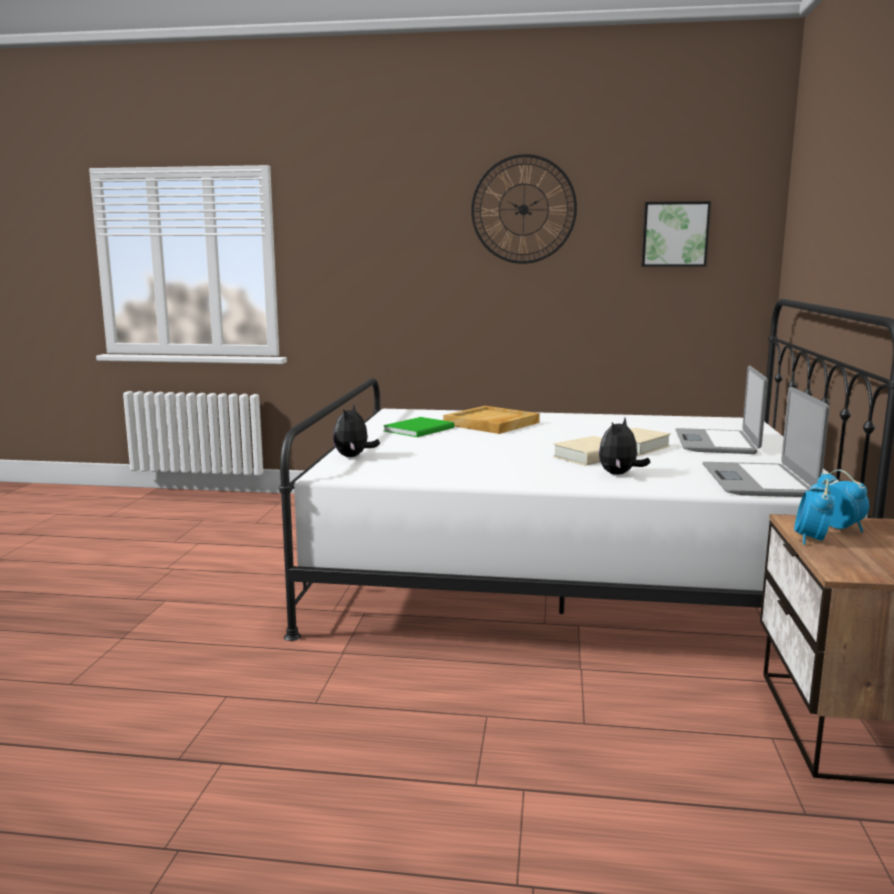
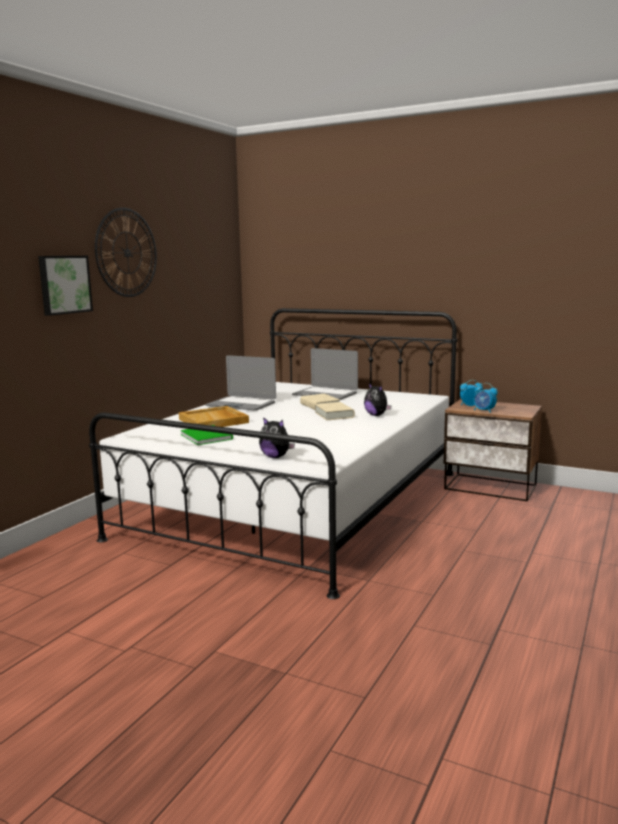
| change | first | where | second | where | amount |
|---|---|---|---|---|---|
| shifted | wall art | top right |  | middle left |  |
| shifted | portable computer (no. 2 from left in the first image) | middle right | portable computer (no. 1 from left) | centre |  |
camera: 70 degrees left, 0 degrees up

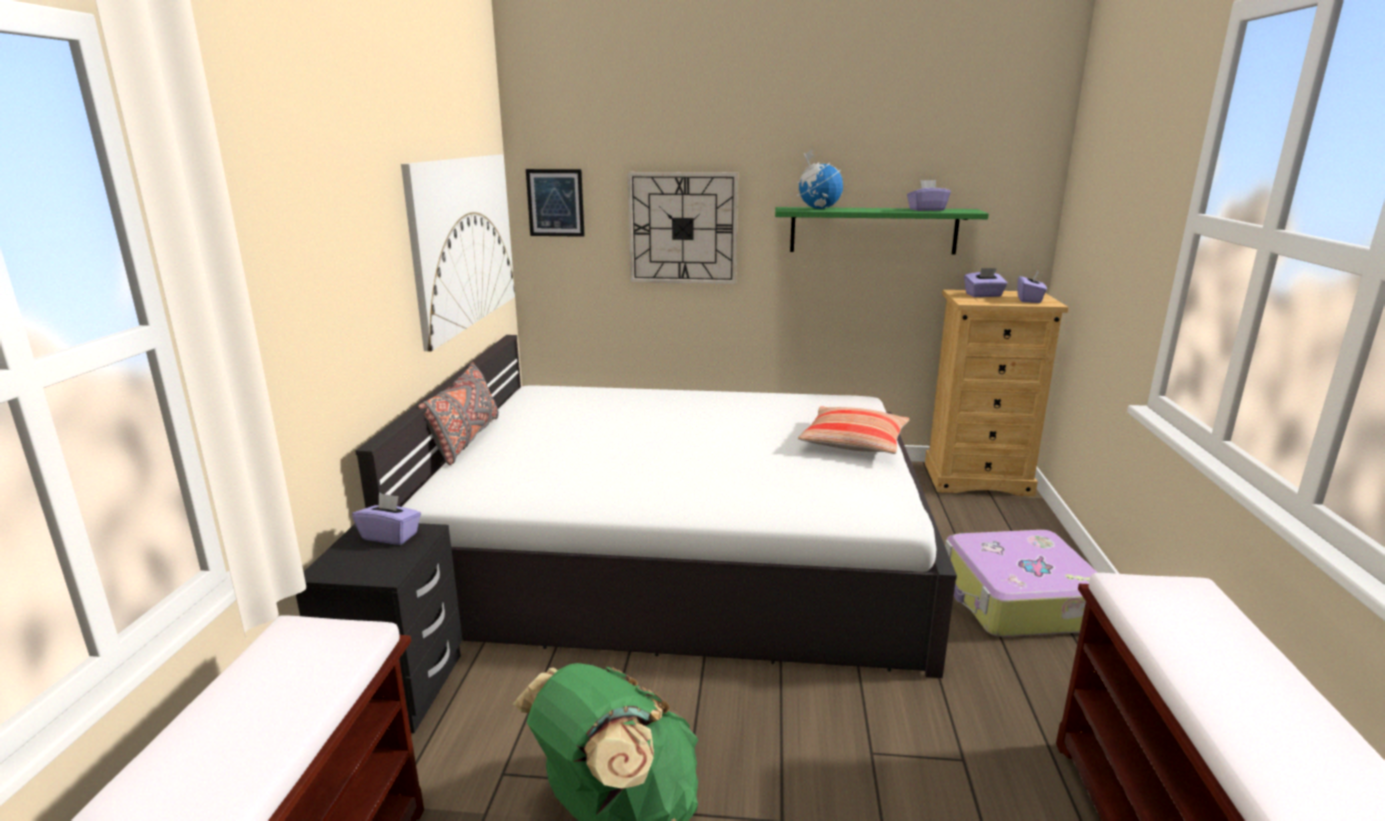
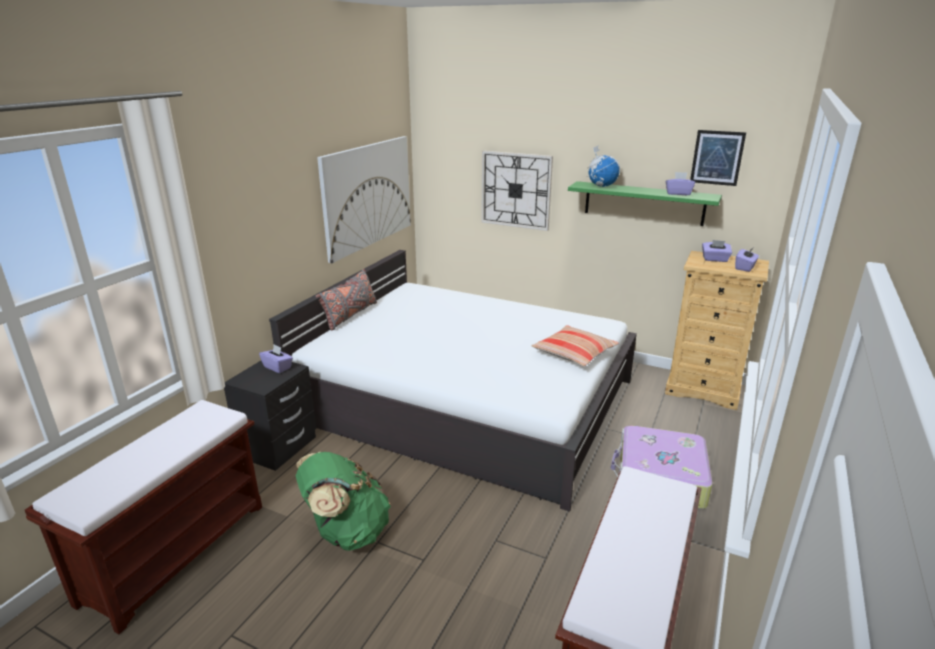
| change | first | where | second | where | amount |
|---|---|---|---|---|---|
| shifted | wall art (no. 2 from left) | top centre |  | top right |  |
camera: 20 degrees right, 5 degrees up

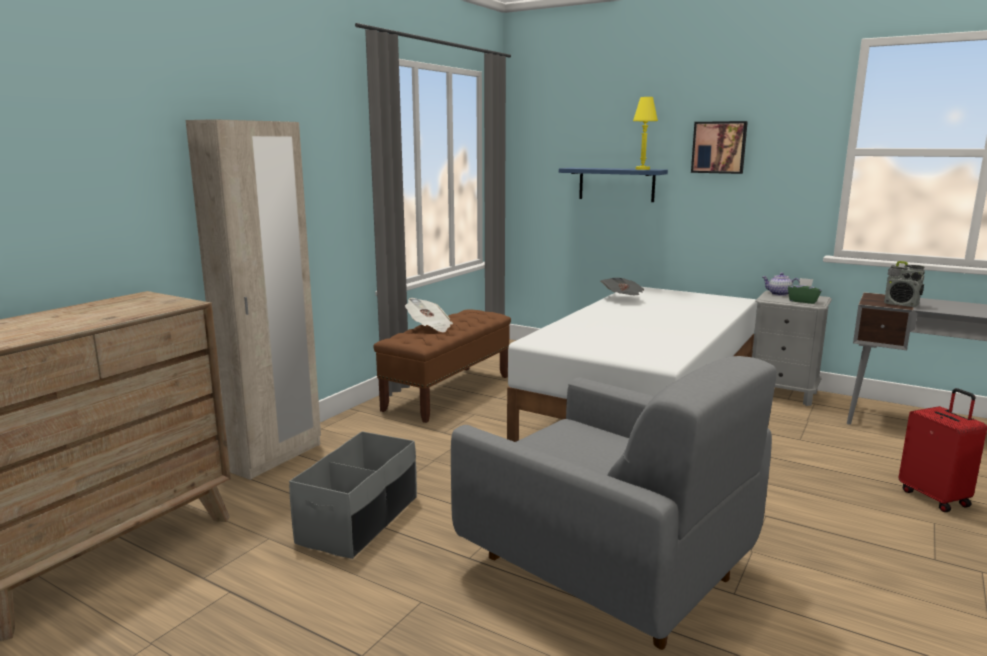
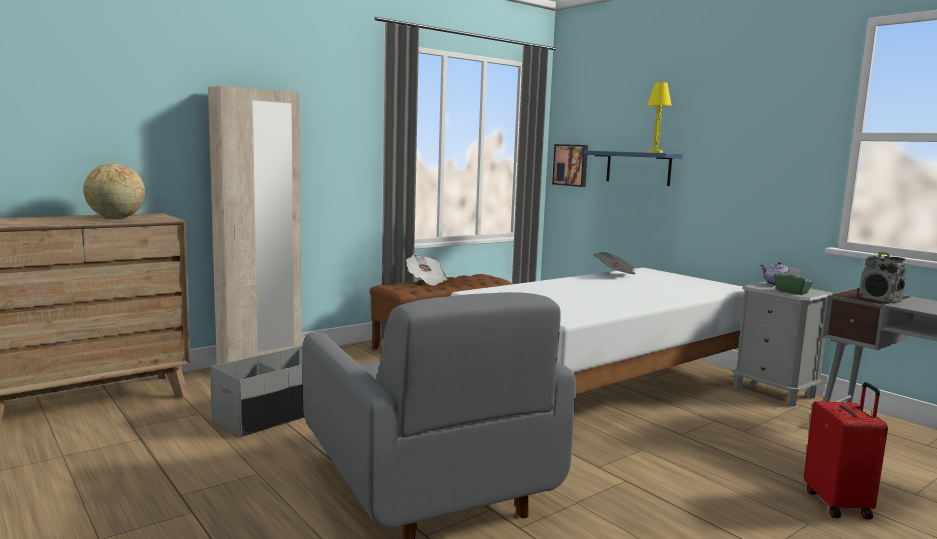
| change | first | where | second | where | amount |
|---|---|---|---|---|---|
| new |  |  | desk globe | middle left |  |
| shifted | wall art | top right |  | top centre |  |
camera: 20 degrees right, 5 degrees down

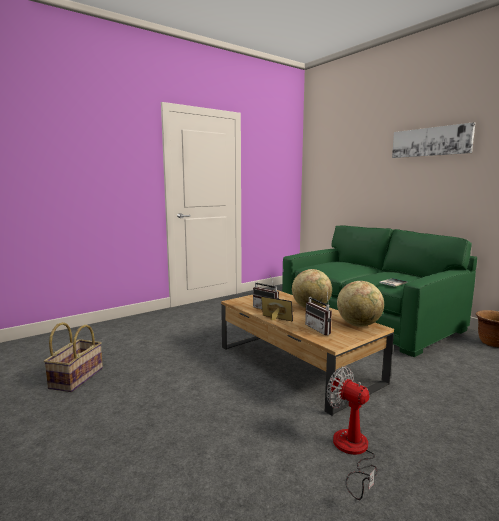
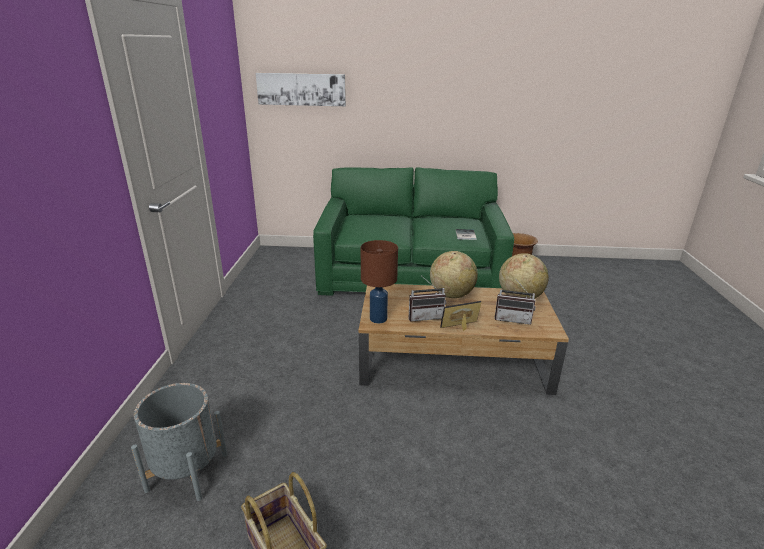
| change | first | where | second | where | amount |
|---|---|---|---|---|---|
| gone | cooling fan | bottom right |  |  |  |
| new |  |  | flower pot (gray) | bottom left |  |
| new |  |  | lamp for a table (brownish) | centre |  |
| shifted | wall art | top right |  | top centre |  |
camera: 50 degrees left, 15 degrees up

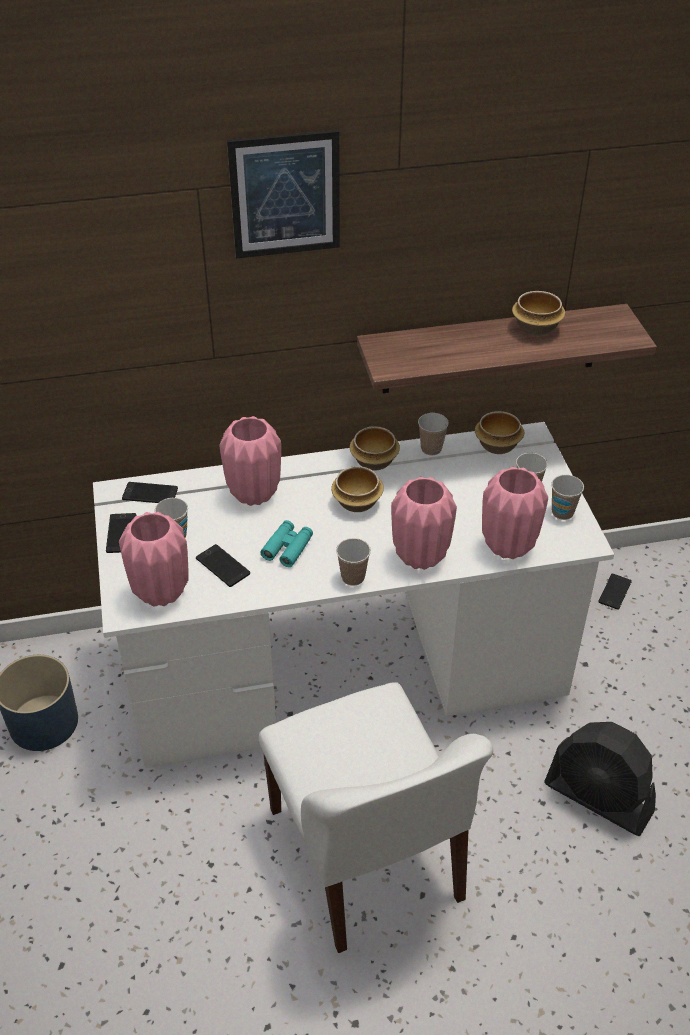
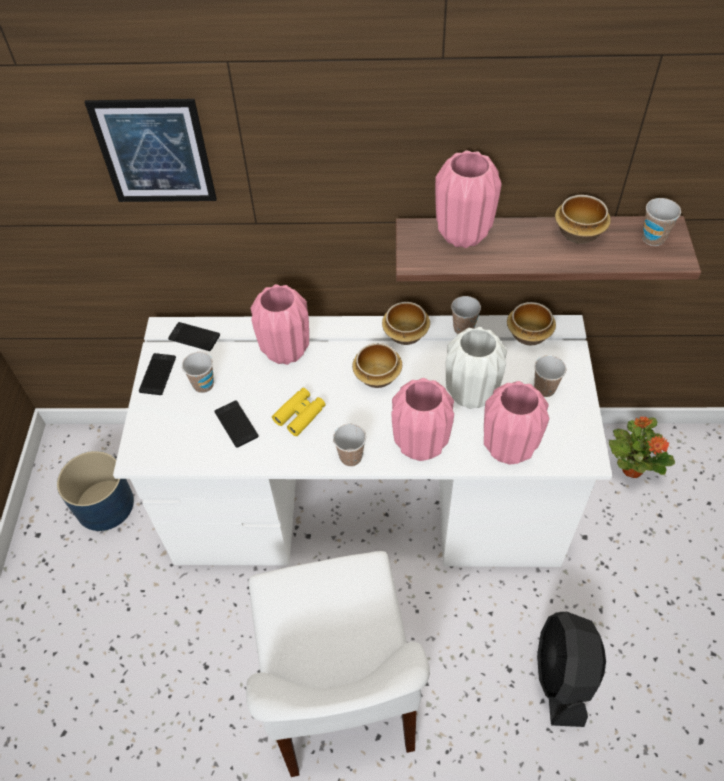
| change | first | where | second | where | amount |
|---|---|---|---|---|---|
| new |  |  | flower vase (white-coloured) | centre |  |
| shifted | flower vase (pink) (no. 1 from left in the first image) | middle left | flower vase (pink) (no. 3 from left) | top centre |  |
| shifted | wall art | top centre |  | top left |  |
| shifted | cup (no. 5 from left) | middle right |  | top right |  |
| swapped | phone (no. 4 from left) | middle right | plant in a pot | middle right |  |
| repainted | binoculars (blue-green) | centre | binoculars (yellowish) | centre |  |
| rotated | cooling fan (black-coloured) | bottom right |  | bottom right | 45 degrees clockwise |
camera: 15 degrees right, 10 degrees up

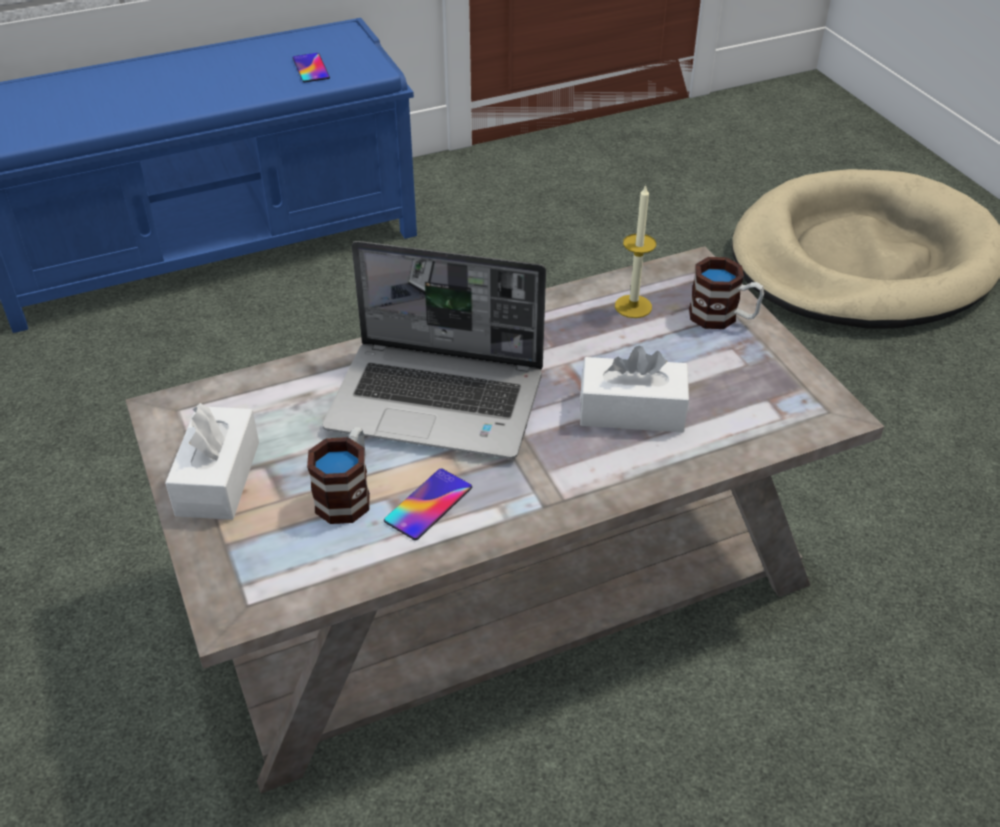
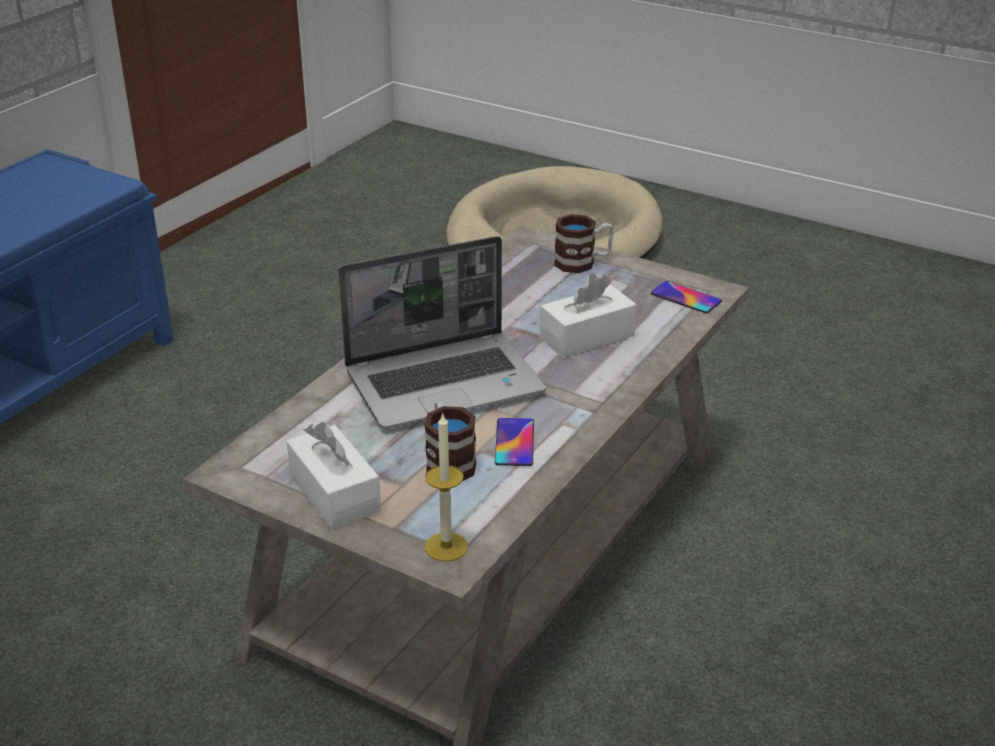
| change | first | where | second | where | amount |
|---|---|---|---|---|---|
| shifted | phone (no. 1 from left in the first image) | top left | phone (no. 2 from left) | middle right |  |
| shifted | wax light | top centre |  | centre |  |
camera: 35 degrees left, 10 degrees down

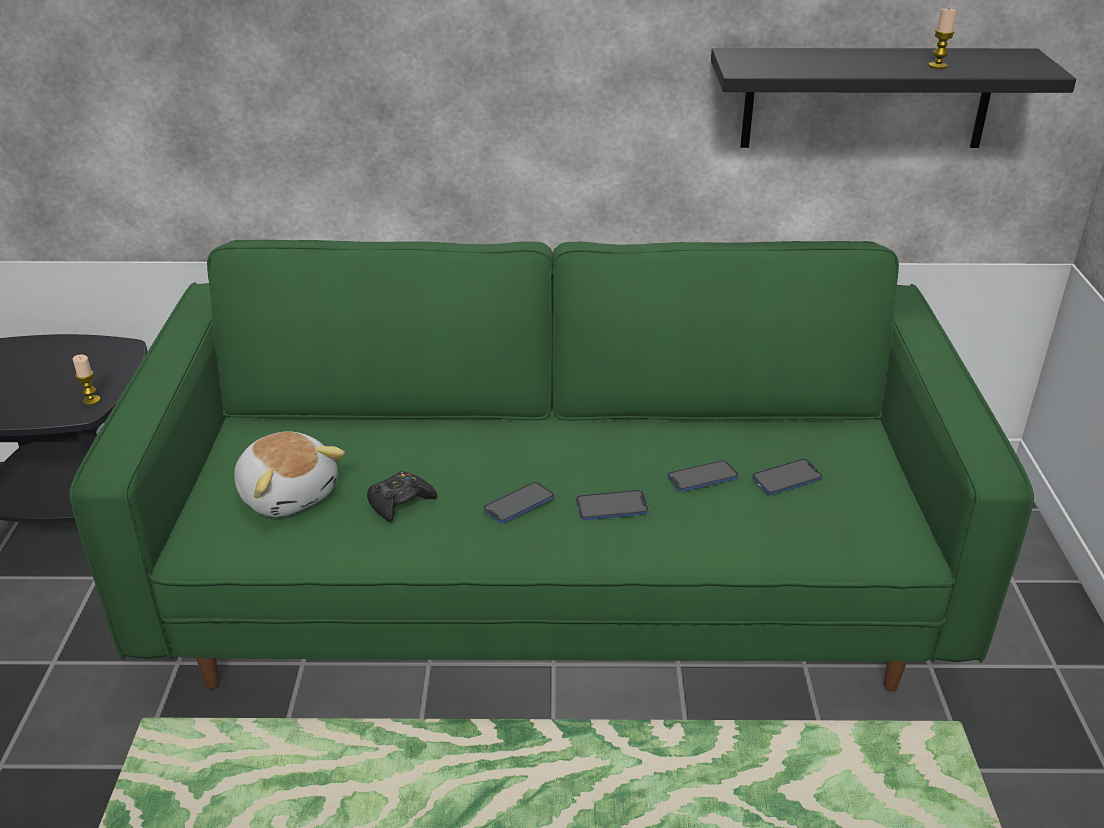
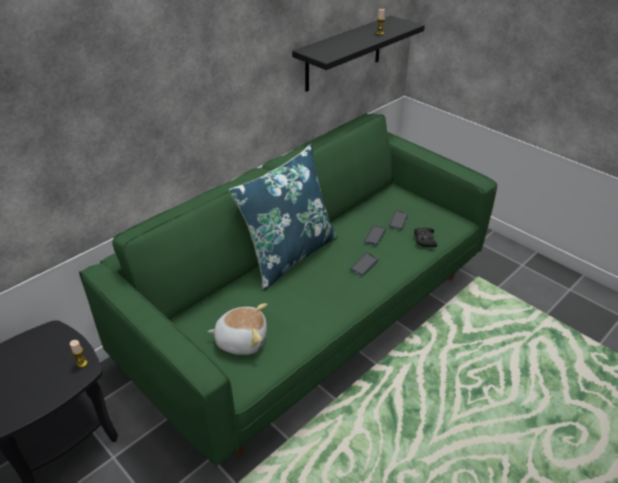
| change | first | where | second | where | amount |
|---|---|---|---|---|---|
| gone | phone (no. 1 from left) | centre |  |  |  |
| new |  |  | throw pillow (blue-coloured) | centre |  |
| shifted | gamepad (black-coloured) | centre |  | middle right |  |
camera: 45 degrees left, 5 degrees up

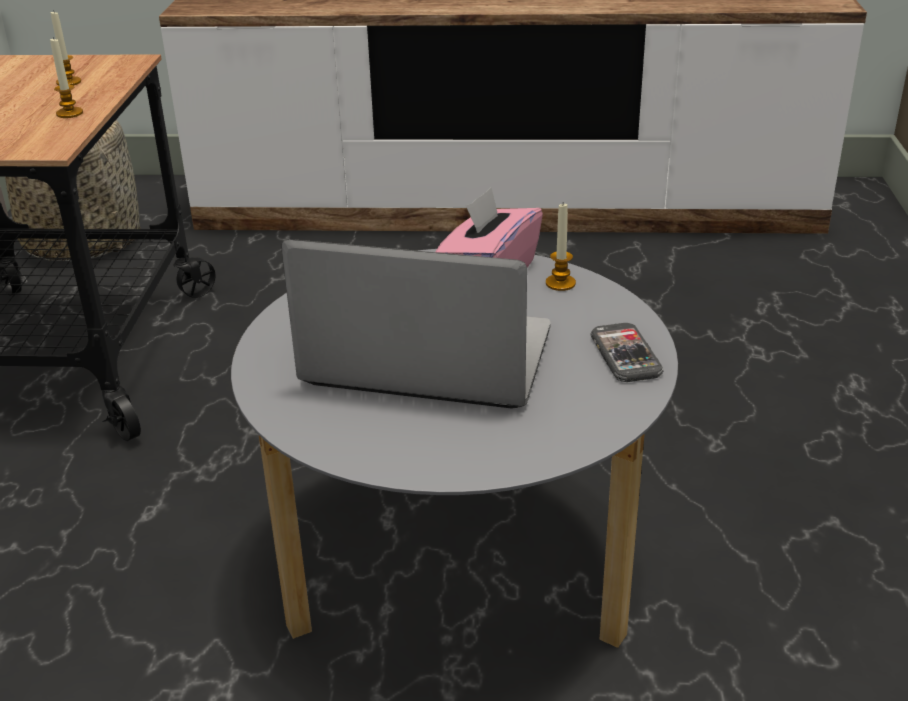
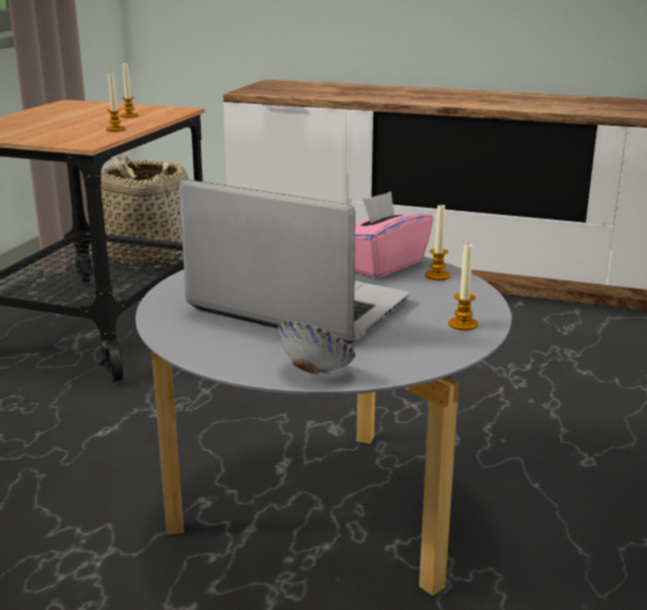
| change | first | where | second | where | amount |
|---|---|---|---|---|---|
| new |  |  | serving bowl | centre |  |
| swapped | phone | middle right | wax light (no. 4 from left) | middle right |  |
camera: 15 degrees right, 10 degrees down

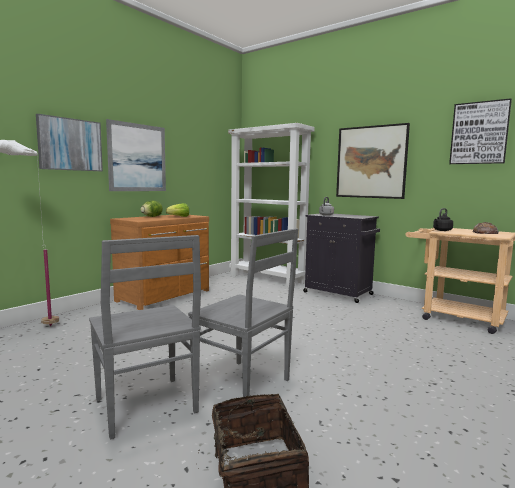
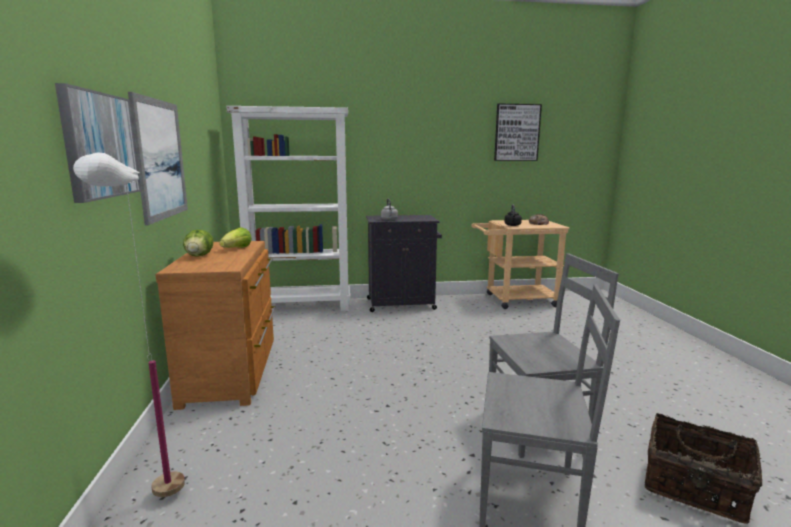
| change | first | where | second | where | amount |
|---|---|---|---|---|---|
| gone | wall art (no. 3 from left) | top right |  |  |  |
camera: 45 degrees left, 5 degrees up

